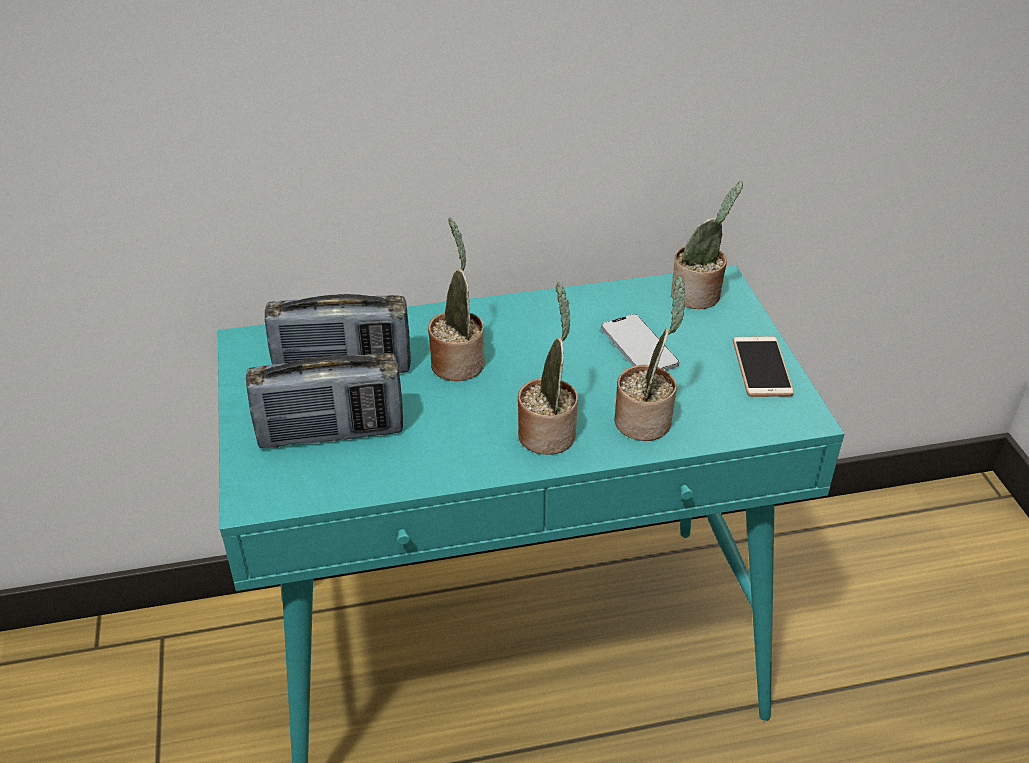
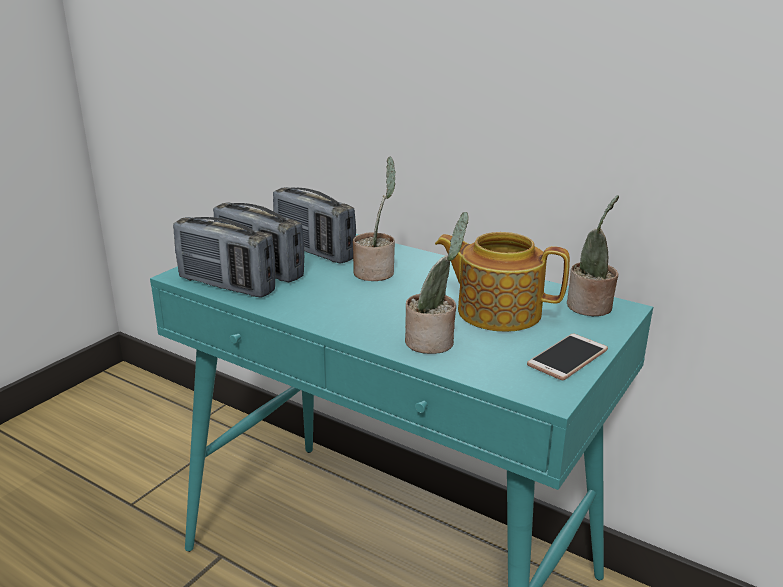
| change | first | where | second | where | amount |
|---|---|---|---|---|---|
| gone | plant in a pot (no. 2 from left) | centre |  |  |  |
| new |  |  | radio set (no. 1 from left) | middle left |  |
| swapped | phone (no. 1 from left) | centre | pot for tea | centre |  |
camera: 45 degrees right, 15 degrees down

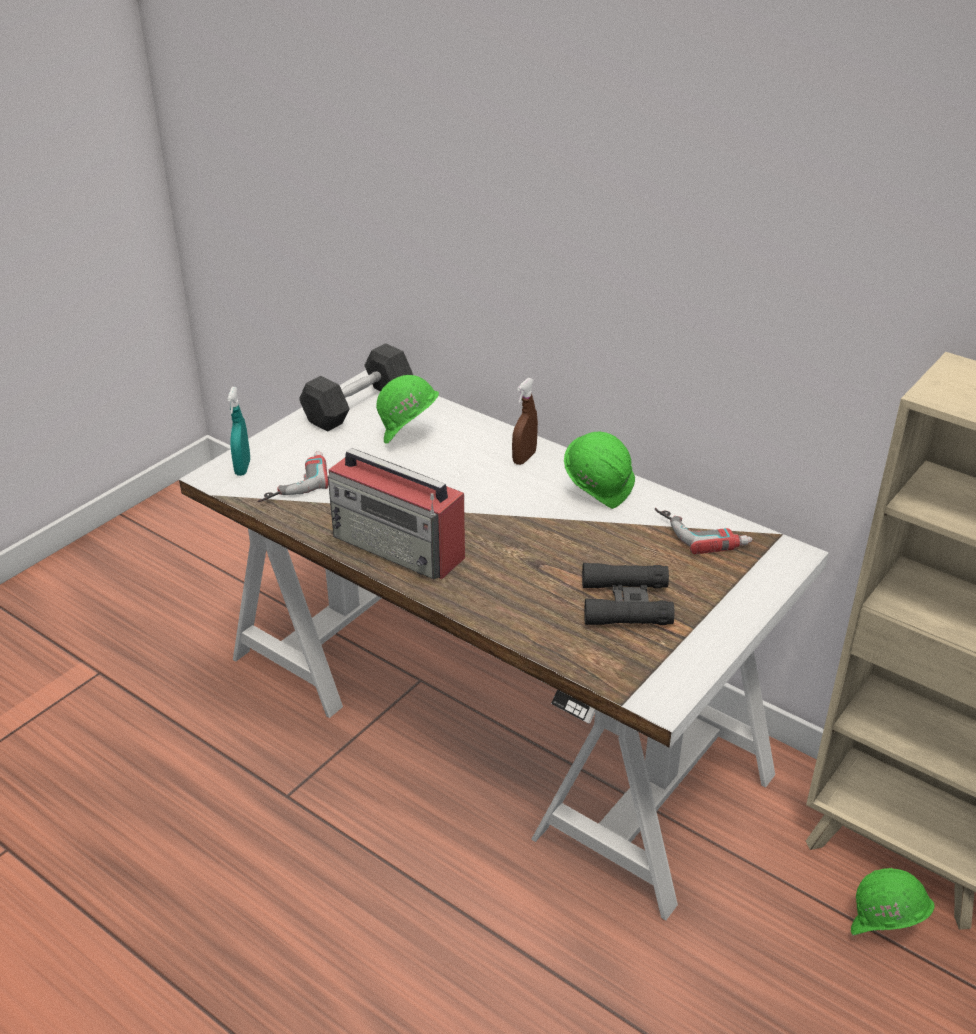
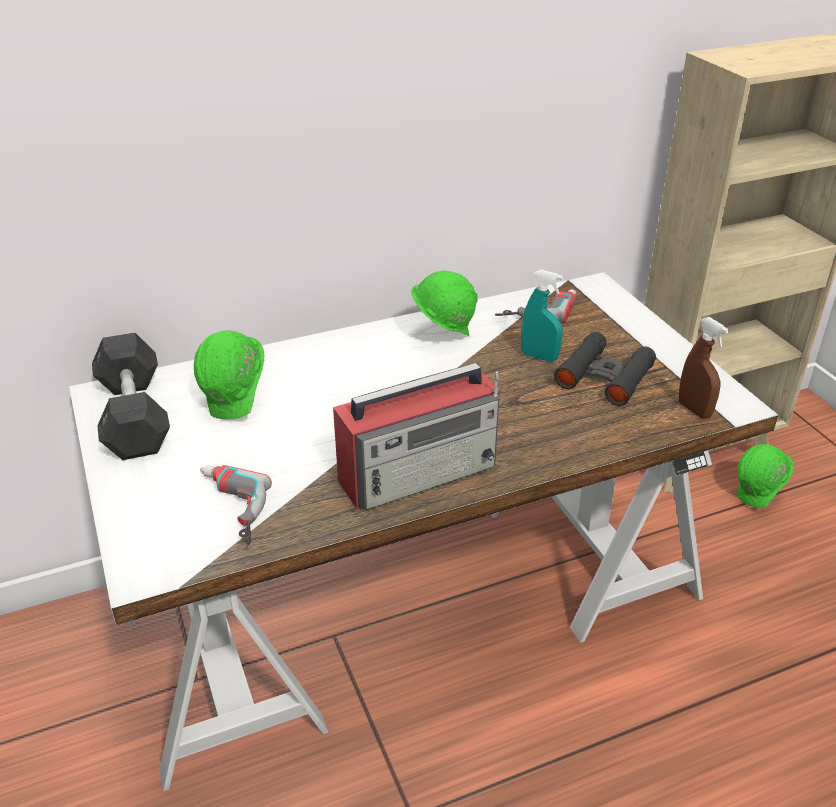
| change | first | where | second | where | amount |
|---|---|---|---|---|---|
| shifted | hand sprayer (blue-green) | middle left |  | centre |  |
| shifted | hand sprayer (brownish) | centre |  | middle right |  |
camera: 60 degrees left, 0 degrees up

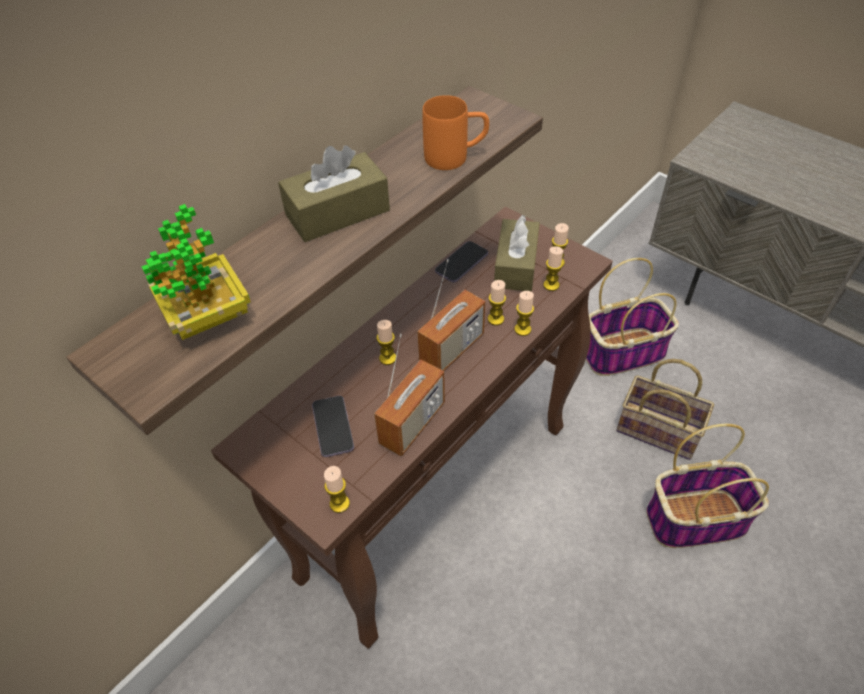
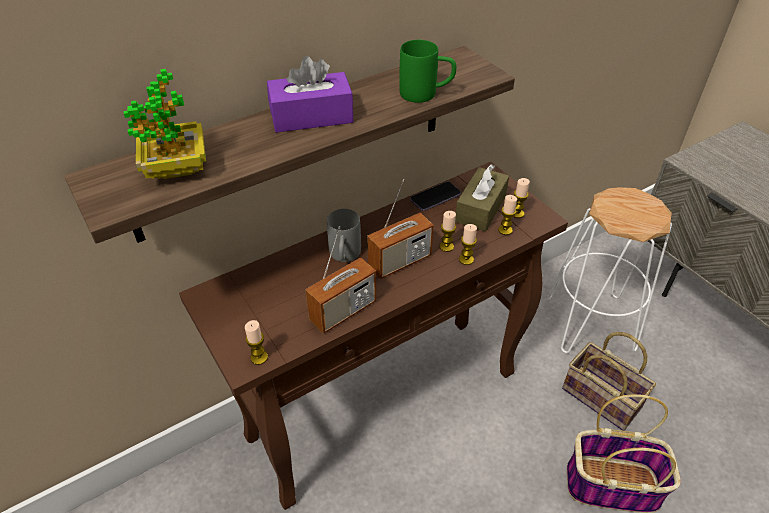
| change | first | where | second | where | amount |
|---|---|---|---|---|---|
| gone | phone (no. 1 from left) | centre |  |  |  |
| swapped | wax light (no. 2 from left) | centre | tea mug (gray) | centre |  |
| swapped | household basket (no. 1 from left) | middle right | stool seat (white-coloured) | middle right |  |
| repainted | tissue holder (brownish) (no. 1 from left) | top centre | tissue holder (purple) | top centre |  |
| repainted | tea mug (orangey) | top centre | tea mug (green) | top centre |  |
camera: 15 degrees right, 5 degrees down

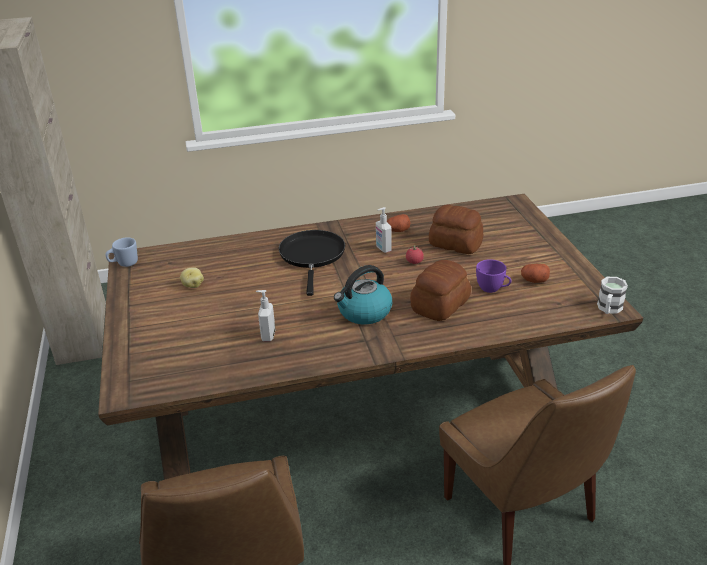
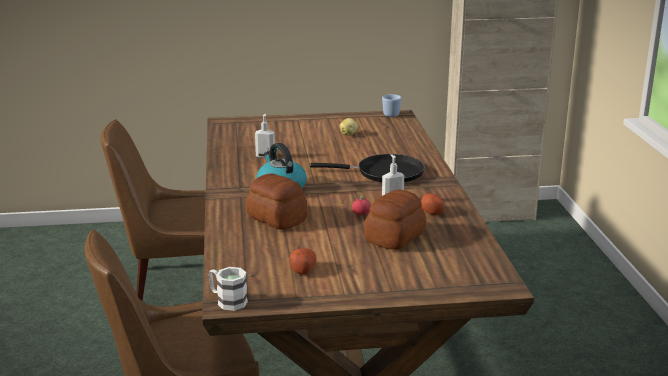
| change | first | where | second | where | amount |
|---|---|---|---|---|---|
| gone | cup (purple) | middle right |  |  |  |
camera: 95 degrees right, 10 degrees down

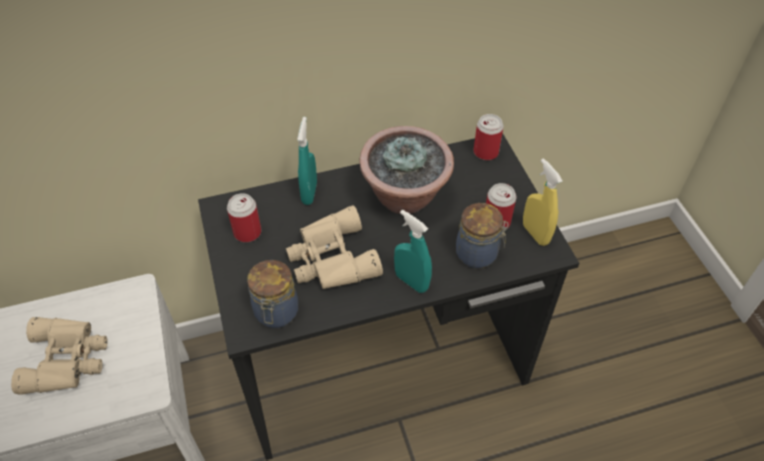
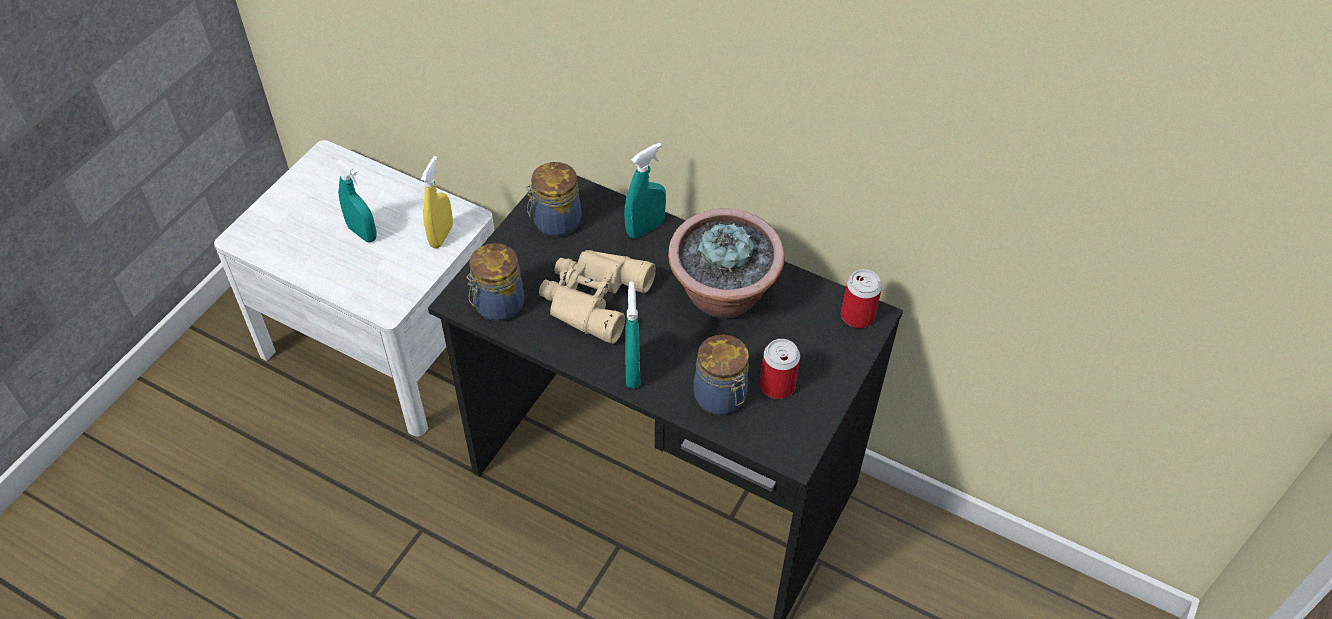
| change | first | where | second | where | amount |
|---|---|---|---|---|---|
| shifted | hand sprayer (yellowish) | middle right |  | top left |  |
| swapped | binoculars (beige-coloured) (no. 1 from left) | bottom left | hand sprayer (blue-green) (no. 1 from left) | top left |  |
| swapped | metal can (no. 1 from left) | middle left | storage jar (no. 2 from left) | top centre |  |
camera: 45 degrees right, 0 degrees up

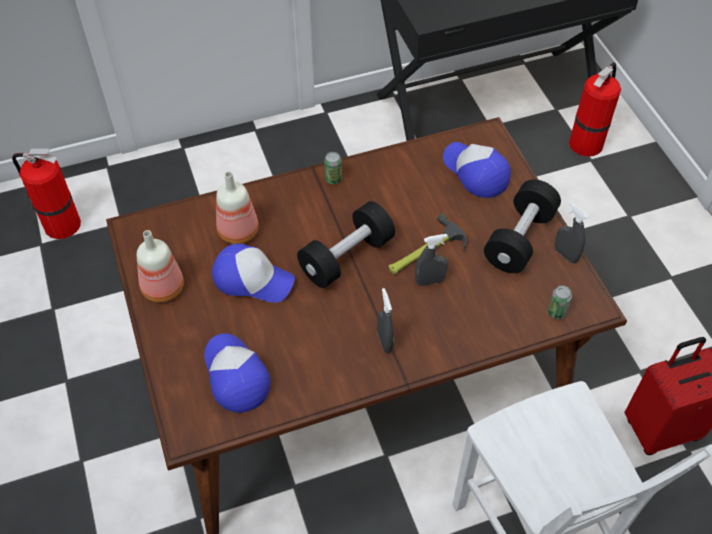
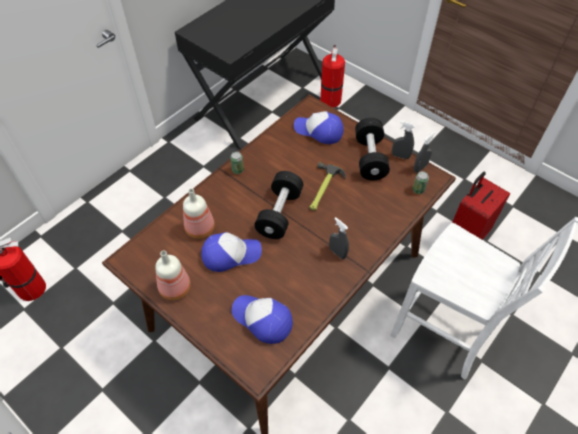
| change | first | where | second | where | amount |
|---|---|---|---|---|---|
| shifted | hand sprayer (gray) (no. 2 from left in the first image) | centre | hand sprayer (gray) (no. 3 from left) | middle right |  |
camera: 30 degrees left, 0 degrees up

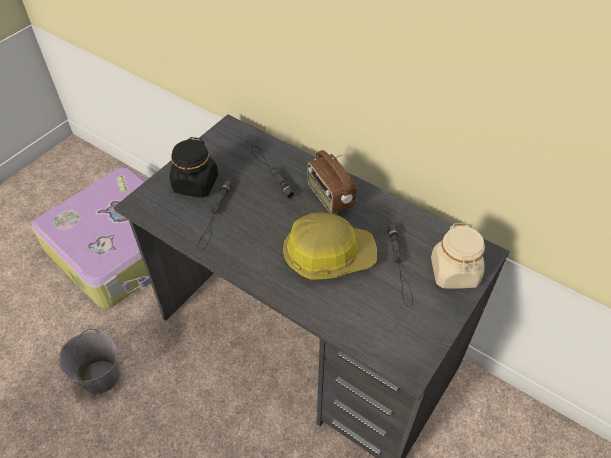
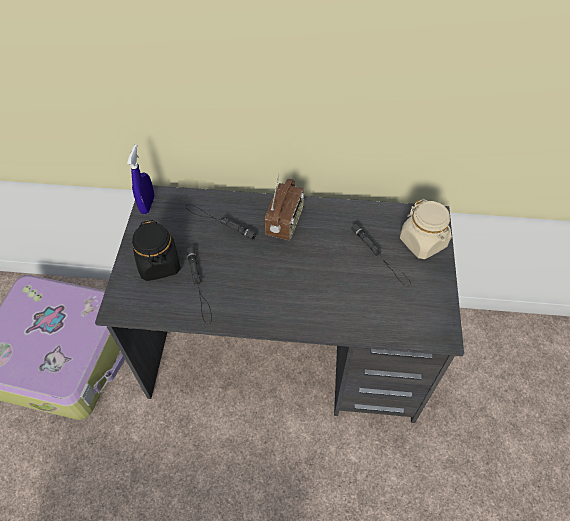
| change | first | where | second | where | amount |
|---|---|---|---|---|---|
| gone | pail (gray) | bottom left |  |  |  |
| gone | work helmet | centre |  |  |  |
| new |  |  | hand sprayer (blue-coloured) | middle left |  |
| rotated | radio set | centre |  | centre | 105 degrees counterclockwise |
camera: 30 degrees left, 5 degrees up

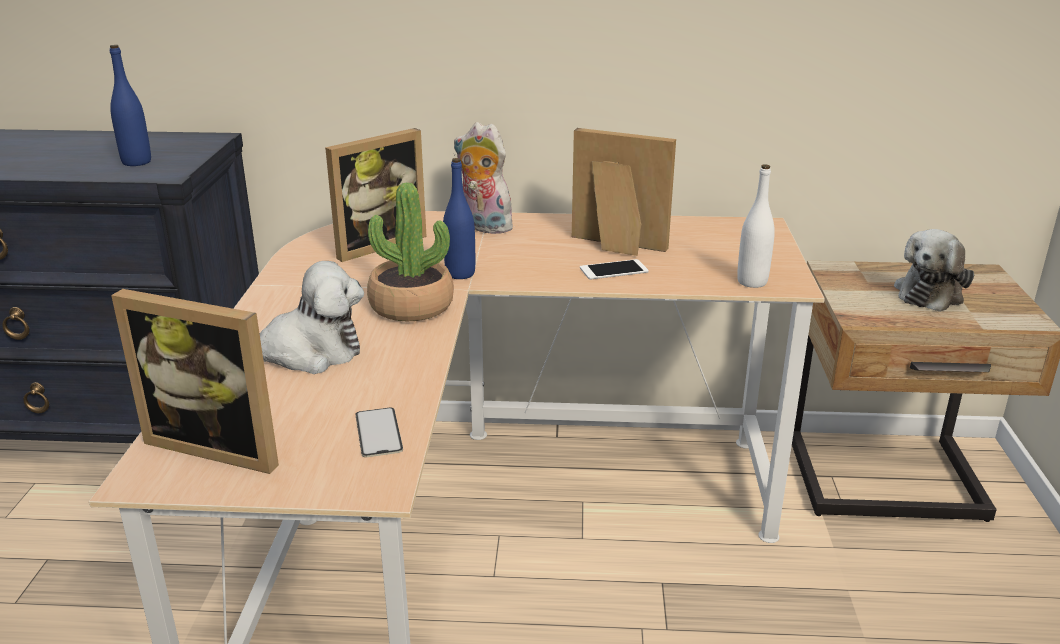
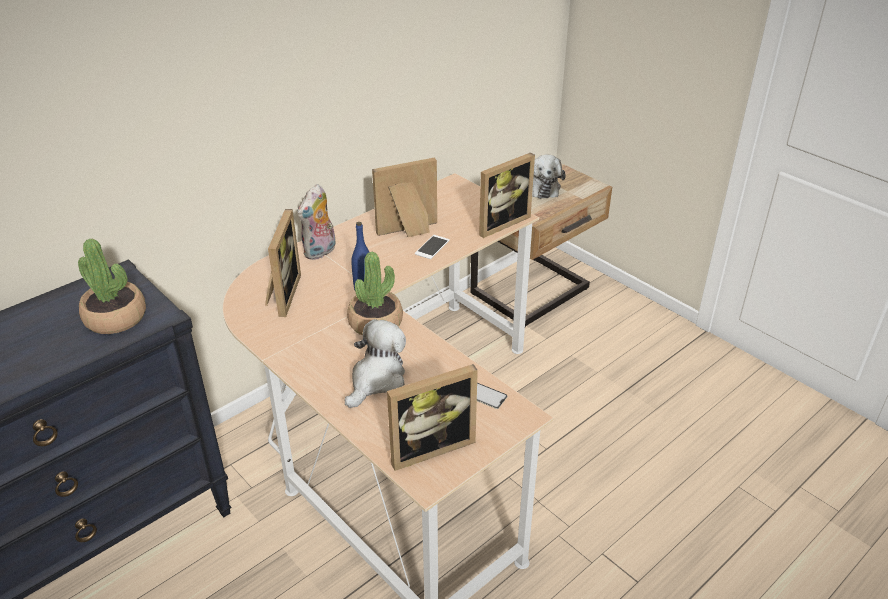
| change | first | where | second | where | amount |
|---|---|---|---|---|---|
| swapped | beverage bottle (blue-coloured) (no. 1 from left) | top left | plant in a pot (no. 1 from left) | middle left |  |
| swapped | beverage bottle (white-coloured) | middle right | picture frame (no. 4 from left) | top centre |  |
| rotated | cuddly toy (no. 2 from left in the first image) | top centre | cuddly toy (no. 1 from left) | centre | 45 degrees counterclockwise |
camera: 45 degrees left, 10 degrees up

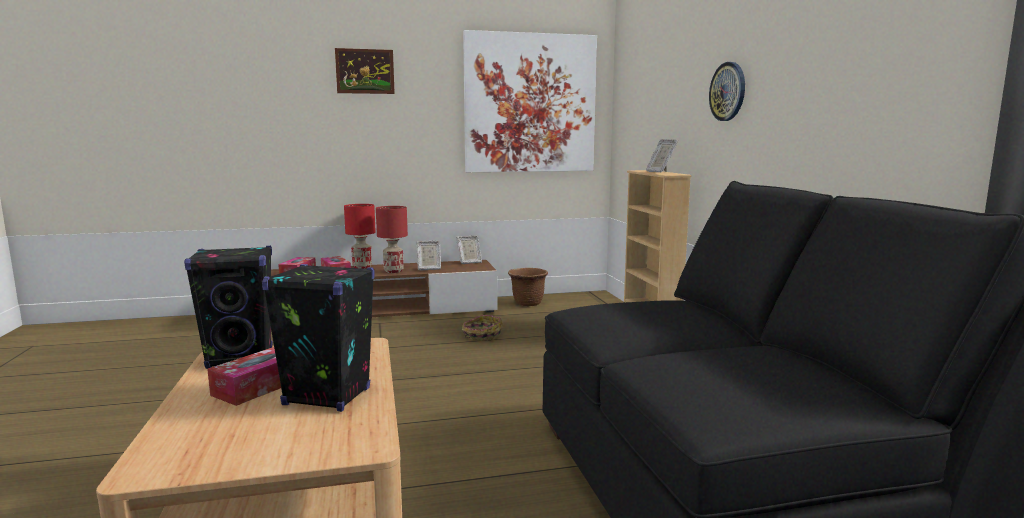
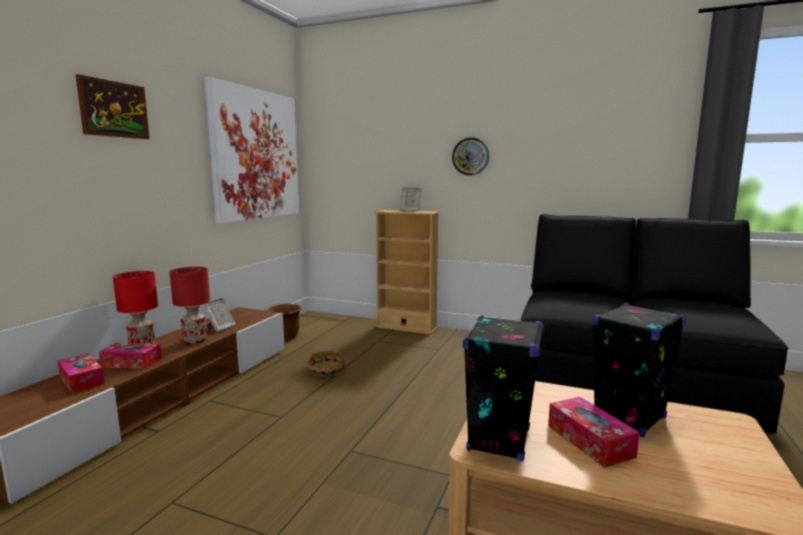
| change | first | where | second | where | amount |
|---|---|---|---|---|---|
| gone | picture frame (no. 2 from left) | centre |  |  |  |
camera: 55 degrees left, 0 degrees up

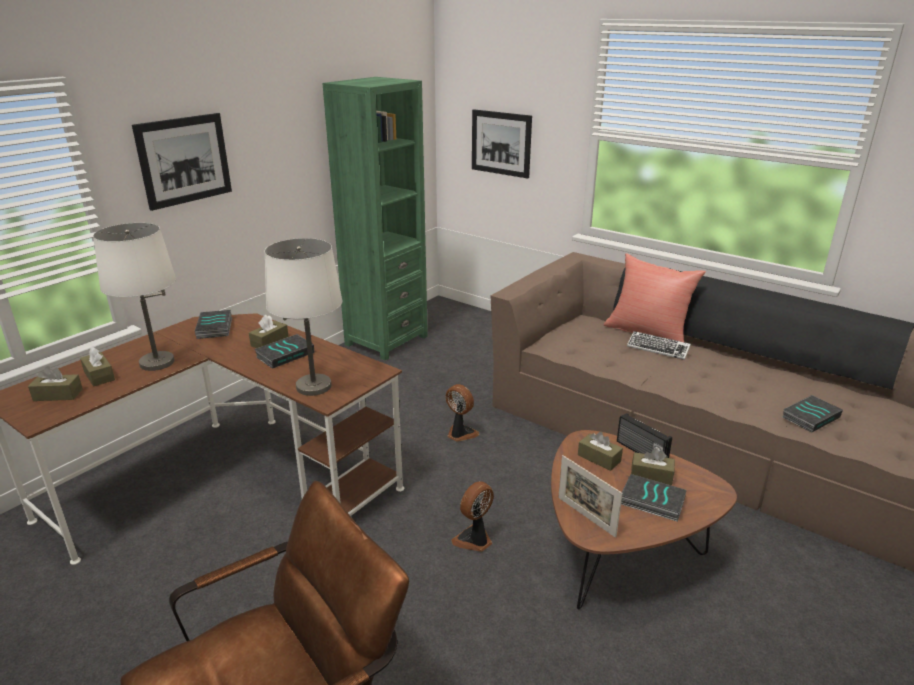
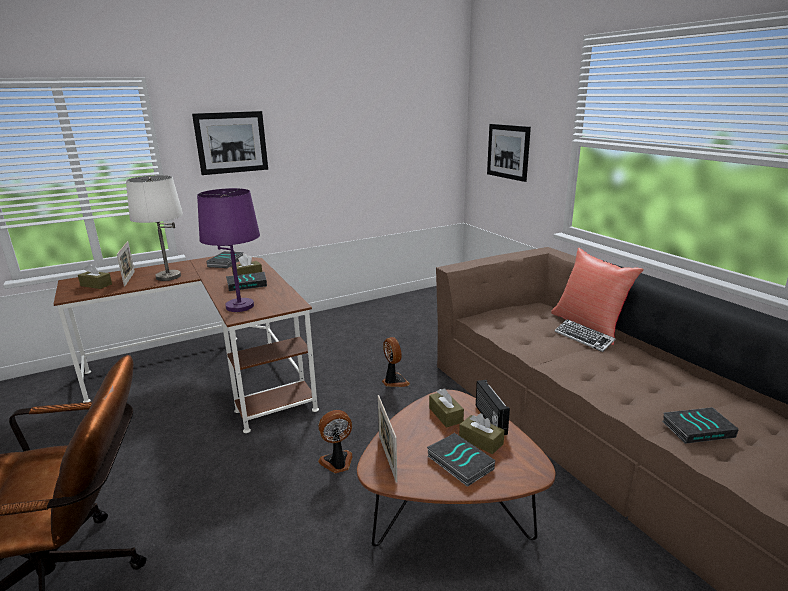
| change | first | where | second | where | amount |
|---|---|---|---|---|---|
| gone | shelving unit (green) | top centre |  |  |  |
| swapped | tissue holder (brownish) (no. 2 from left) | middle left | picture frame (no. 1 from left) | middle left |  |
| repainted | lamp for a table (white-coloured) (no. 2 from left) | middle left | lamp for a table (purple) | middle left |  |
camera: 25 degrees right, 5 degrees down

